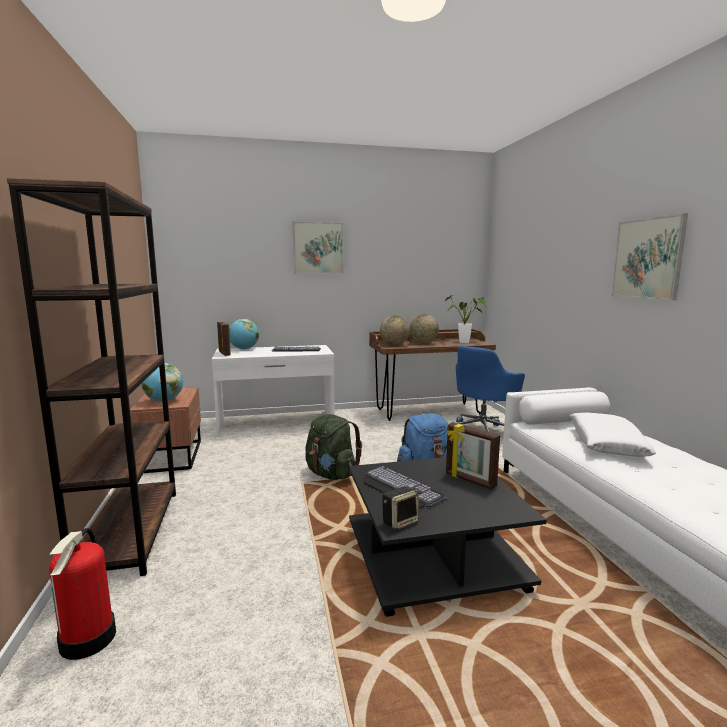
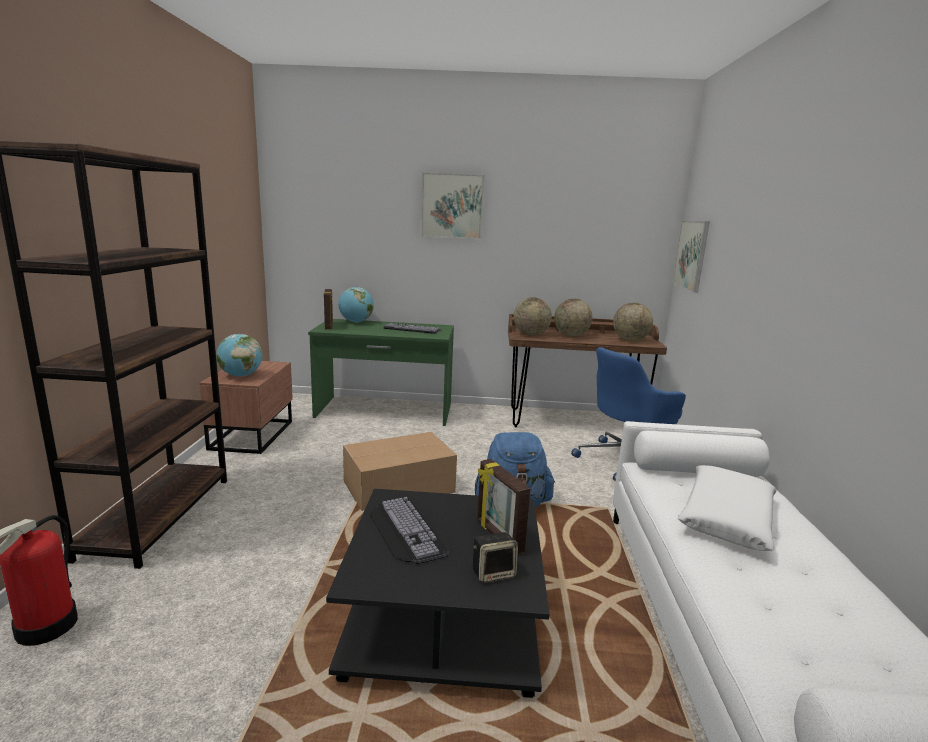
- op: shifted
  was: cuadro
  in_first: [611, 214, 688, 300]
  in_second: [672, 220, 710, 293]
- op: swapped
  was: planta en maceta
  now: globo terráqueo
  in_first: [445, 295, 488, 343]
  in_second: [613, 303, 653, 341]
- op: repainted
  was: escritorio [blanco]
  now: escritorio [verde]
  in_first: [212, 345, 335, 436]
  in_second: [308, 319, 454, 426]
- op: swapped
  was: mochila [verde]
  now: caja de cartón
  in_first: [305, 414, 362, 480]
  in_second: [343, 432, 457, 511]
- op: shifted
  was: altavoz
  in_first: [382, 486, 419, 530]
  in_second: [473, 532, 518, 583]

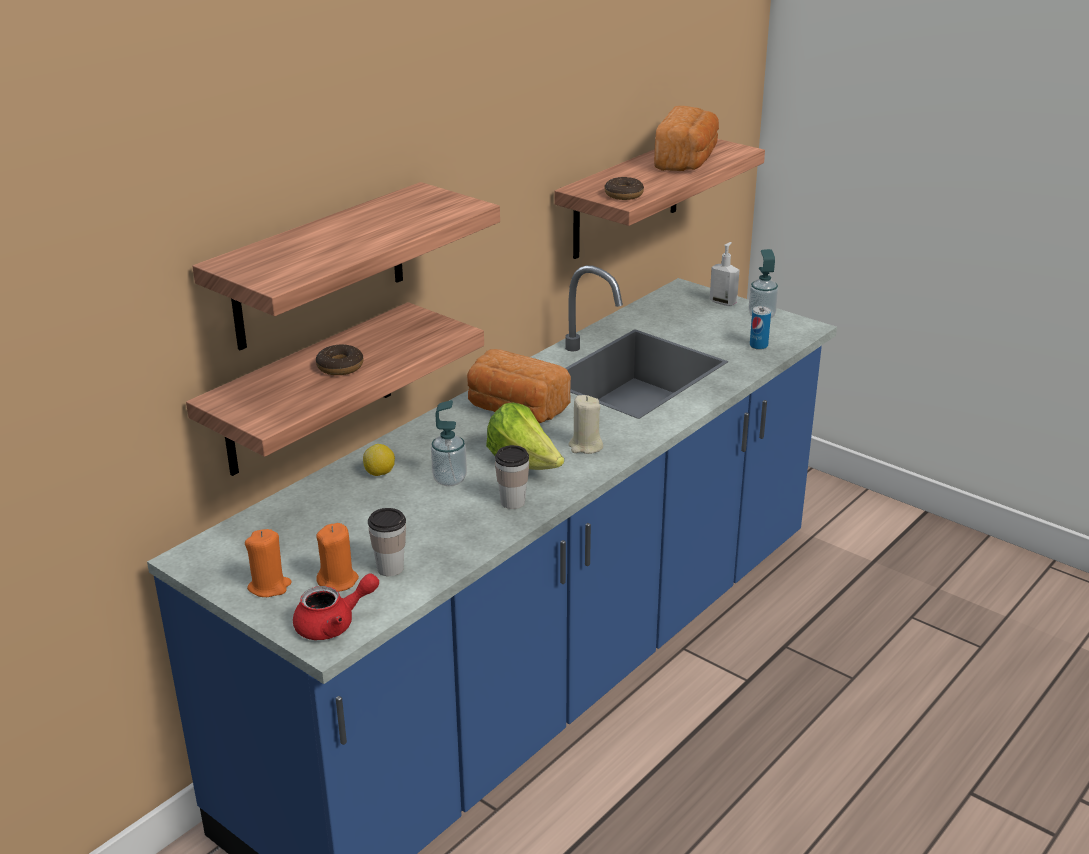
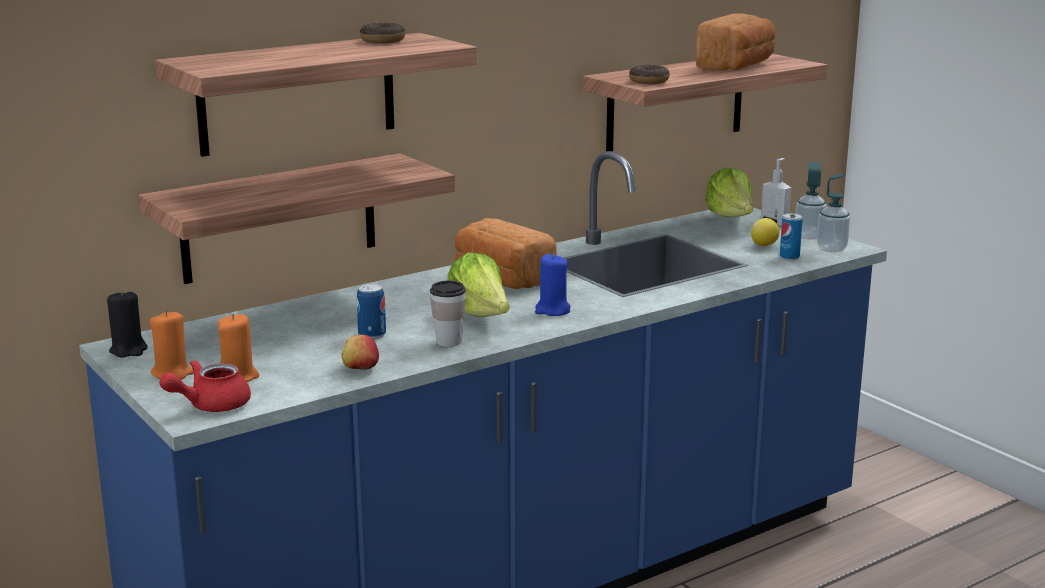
- op: shifted
  was: rosquilla
  in_first: [316, 345, 363, 375]
  in_second: [360, 23, 405, 44]
- op: repainted
  was: vela [beis]
  now: vela [azul]
  in_first: [568, 395, 603, 454]
  in_second: [535, 254, 571, 316]
- op: shifted
  was: dispensador de jabón
  in_first: [431, 400, 467, 486]
  in_second: [817, 173, 850, 252]
- op: shifted
  was: limón
  in_first: [363, 444, 395, 476]
  in_second: [751, 218, 780, 246]
- op: gone
  was: taza
  in_first: [368, 508, 406, 576]
- op: rotated
  was: tetera [rojo]
  in_first: [293, 574, 379, 640]
  in_second: [159, 360, 251, 412]
  clockwise: 150
- op: new
  now: lechuga
  in_second: [705, 167, 753, 217]
- op: new
  now: lata
  in_second: [357, 284, 386, 339]
- op: new
  now: vela [negro]
  in_second: [107, 289, 148, 358]
- op: new
  now: manzana
  in_second: [341, 335, 379, 370]

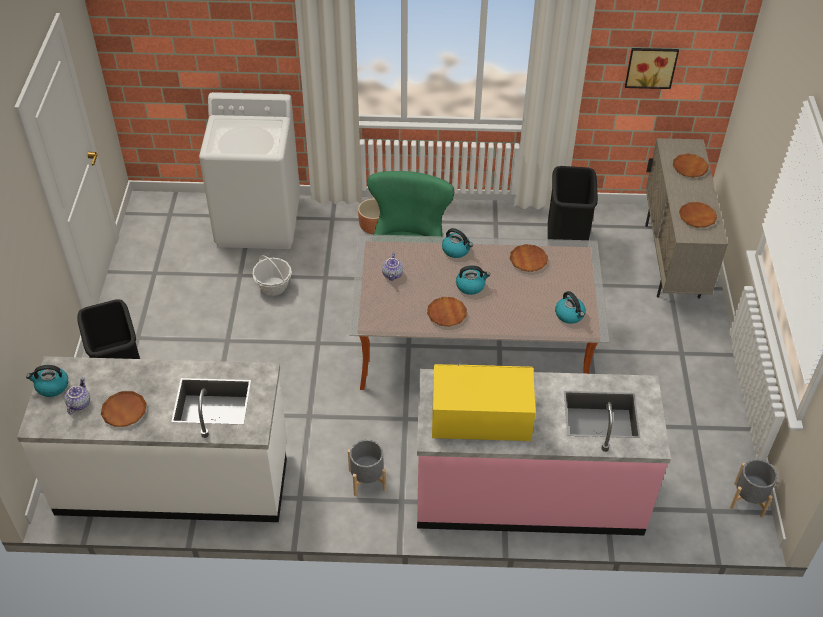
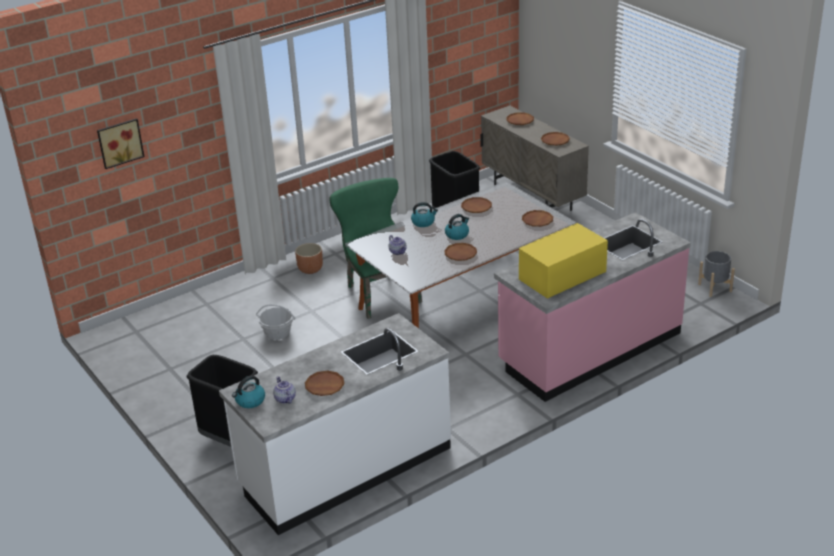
- op: shifted
  was: cuadro
  in_first: [625, 48, 679, 89]
  in_second: [97, 118, 145, 169]
- op: gone
  was: lavadora [blanco]
  in_first: [199, 92, 300, 249]
- op: swapped
  was: hervidor
  now: plato [marrón]
  in_first: [555, 291, 586, 324]
  in_second: [522, 210, 553, 227]
- op: gone
  was: maceta [gris]
  in_first: [348, 440, 386, 496]

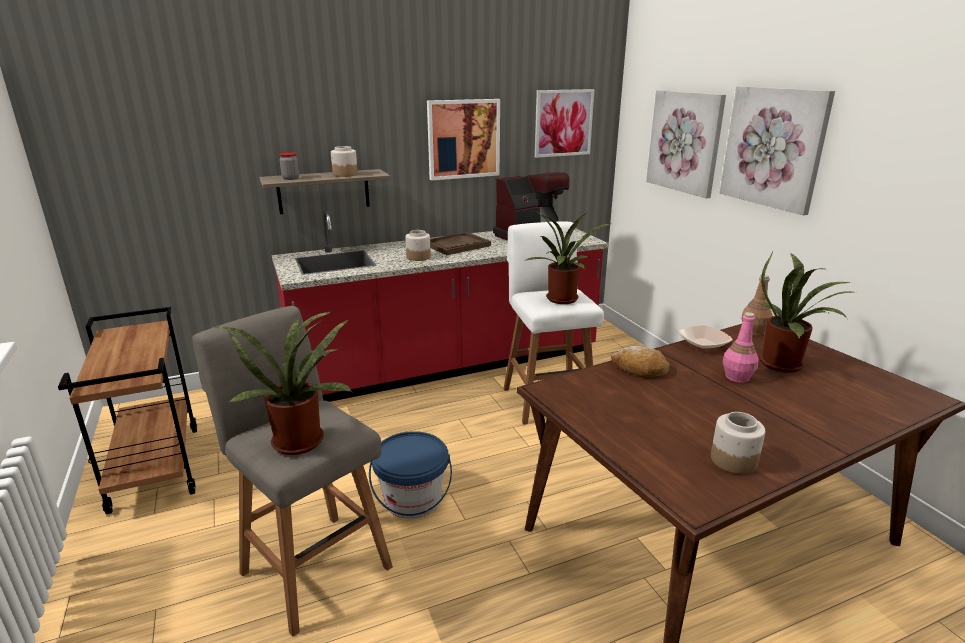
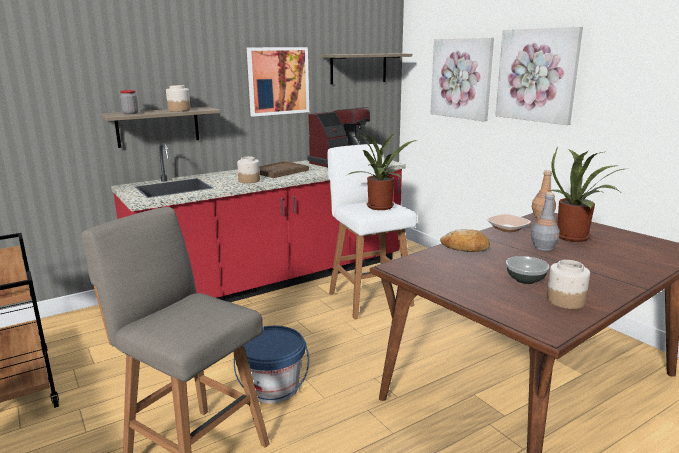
- op: swapped
  was: cuadro
  now: estante
  in_first: [534, 89, 594, 158]
  in_second: [321, 54, 412, 84]
- op: gone
  was: planta en maceta
  in_first: [213, 311, 353, 455]
- op: repainted
  was: botella [rosa]
  now: botella [gris]
  in_first: [723, 312, 759, 383]
  in_second: [531, 192, 560, 251]
- op: new
  now: cuenco
  in_second: [506, 256, 549, 284]

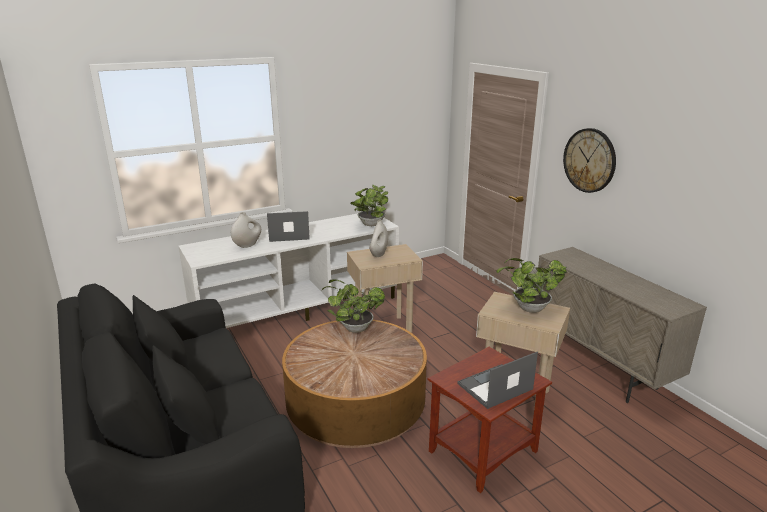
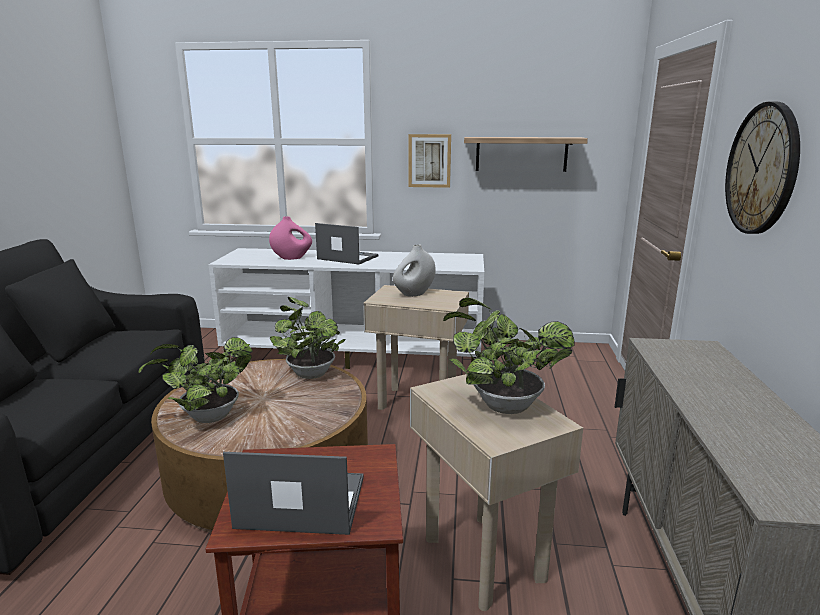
- op: shifted
  was: planta en maceta
  in_first: [350, 185, 388, 226]
  in_second: [139, 337, 253, 423]
- op: repainted
  was: florero [blanco]
  now: florero [rosa]
  in_first: [231, 212, 261, 248]
  in_second: [269, 217, 312, 260]
- op: new
  now: cuadro
  in_second: [408, 134, 451, 188]
- op: new
  now: estante
  in_second: [464, 137, 588, 172]

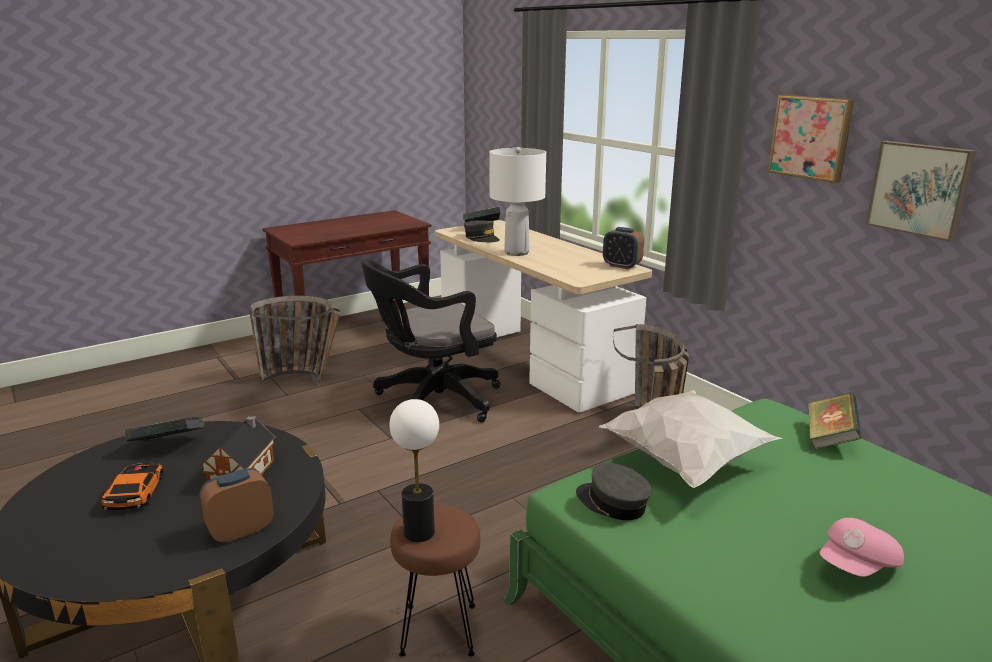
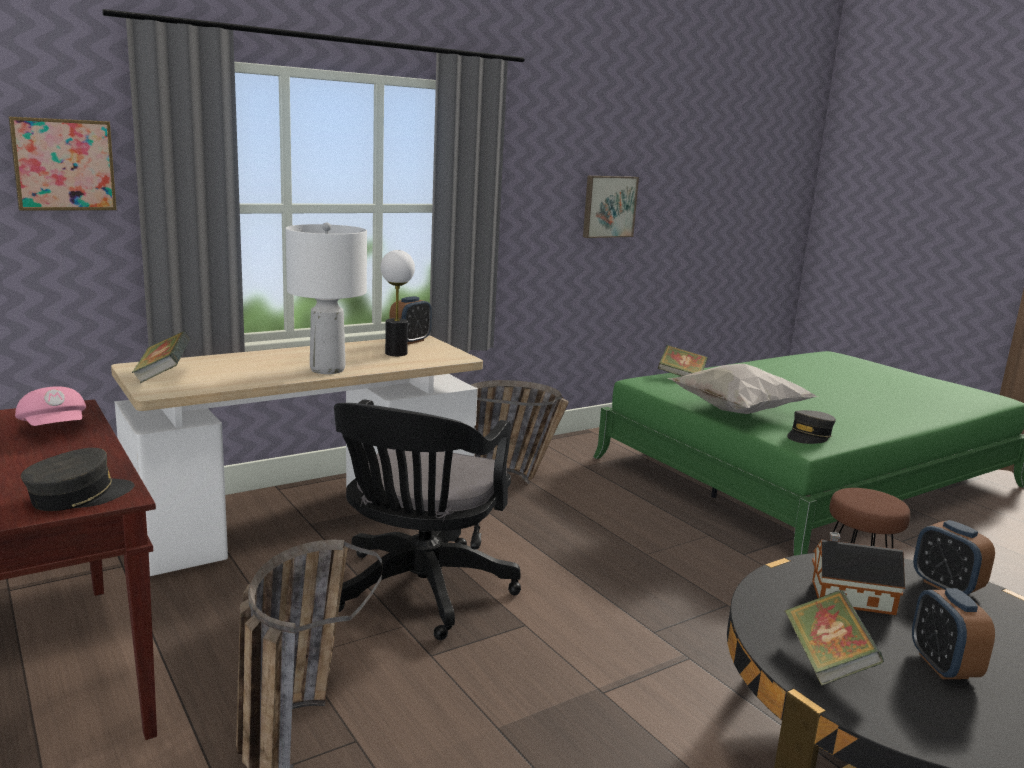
- op: shifted
  was: cuadro
  in_first: [768, 95, 854, 183]
  in_second: [9, 117, 117, 211]
- op: shifted
  was: gorra [gris]
  in_first: [464, 220, 500, 242]
  in_second: [21, 448, 135, 511]
- op: rotated
  was: silla de oficina [negro]
  in_first: [361, 258, 500, 423]
  in_second: [334, 400, 521, 640]
  clockwise: 45
- op: shifted
  was: lámpara de mesa
  in_first: [389, 399, 439, 542]
  in_second: [381, 250, 415, 356]
- op: swapped
  was: coche de juguete
  now: despertador
  in_first: [101, 463, 163, 510]
  in_second: [912, 588, 995, 679]
- op: shifted
  was: gorra [rosa]
  in_first: [819, 518, 904, 577]
  in_second: [15, 386, 86, 426]

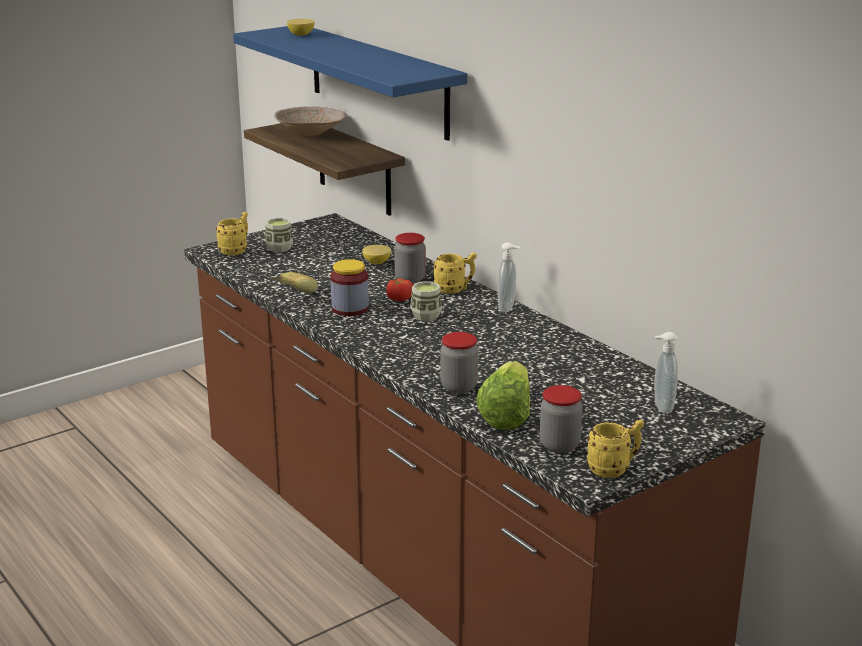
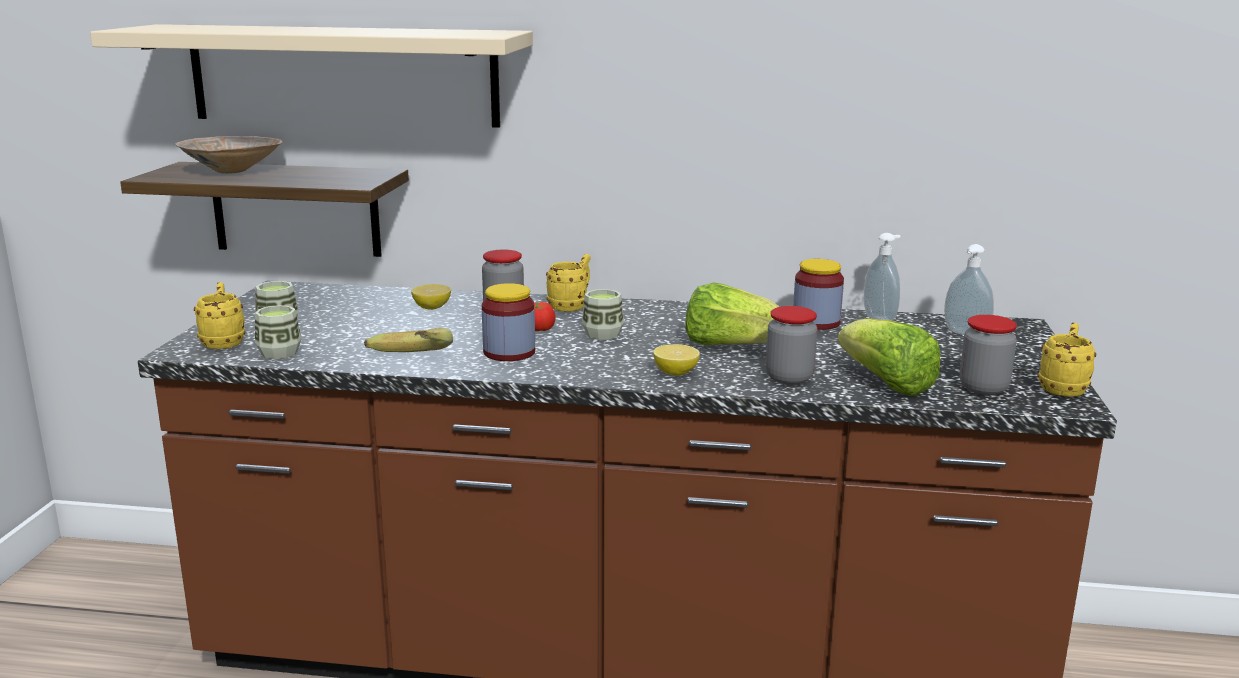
- op: shifted
  was: limón
  in_first: [287, 19, 315, 36]
  in_second: [653, 344, 700, 376]
- op: repainted
  was: estante [azul]
  now: estante [beis]
  in_first: [233, 26, 467, 141]
  in_second: [90, 24, 533, 128]
- op: shifted
  was: dispensador de jabón
  in_first: [497, 242, 520, 312]
  in_second: [864, 233, 900, 321]
- op: new
  now: tarro
  in_second: [793, 259, 844, 330]
- op: new
  now: lechuga
  in_second: [685, 282, 780, 345]
- op: new
  now: taza
  in_second: [255, 305, 302, 359]

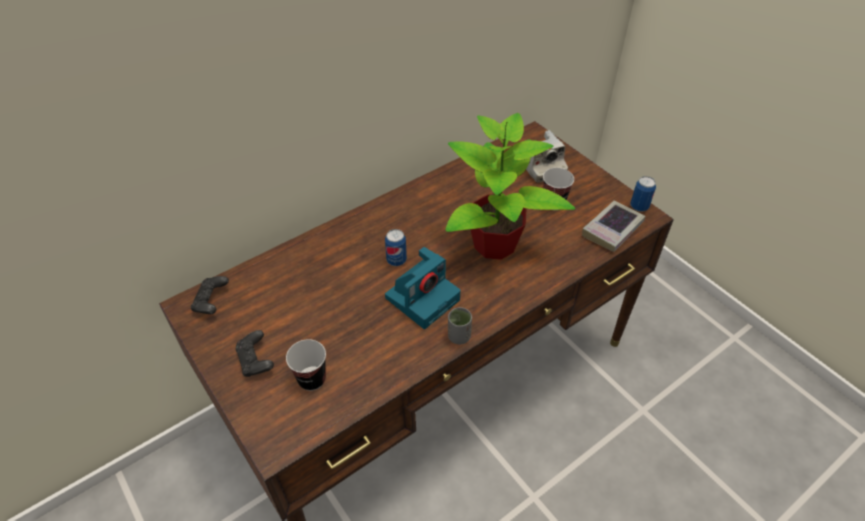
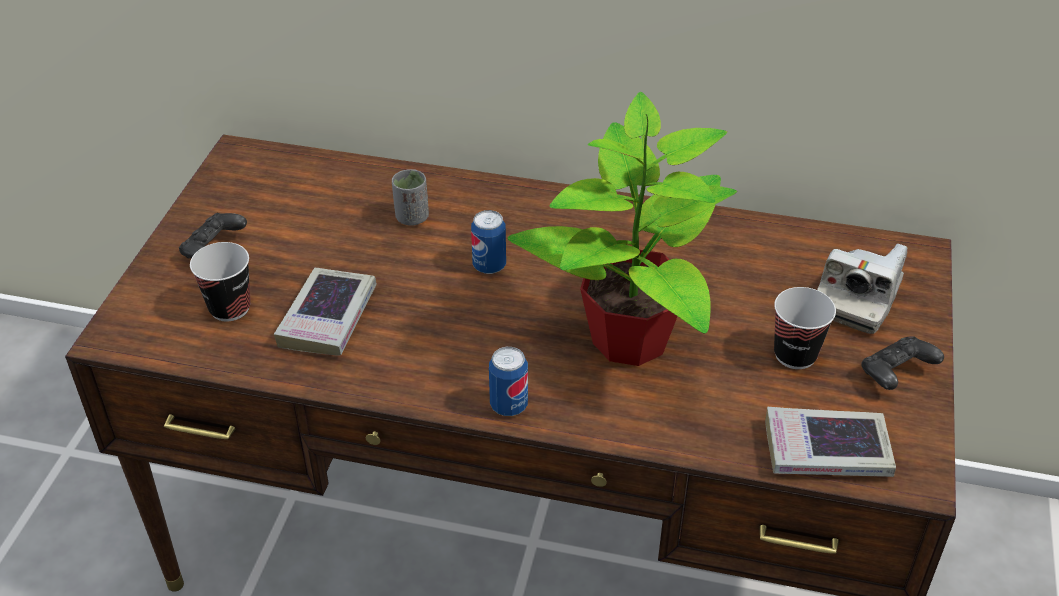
- op: shifted
  was: lata
  in_first: [630, 176, 656, 212]
  in_second: [489, 347, 528, 416]
- op: gone
  was: cámara
  in_first: [385, 247, 461, 329]
- op: shifted
  was: mando de consola [negro]
  in_first: [191, 276, 229, 314]
  in_second: [861, 336, 944, 390]
- op: shifted
  was: taza [gris]
  in_first: [448, 307, 472, 345]
  in_second: [392, 169, 429, 226]
- op: new
  now: libro
  in_second: [274, 268, 377, 356]

